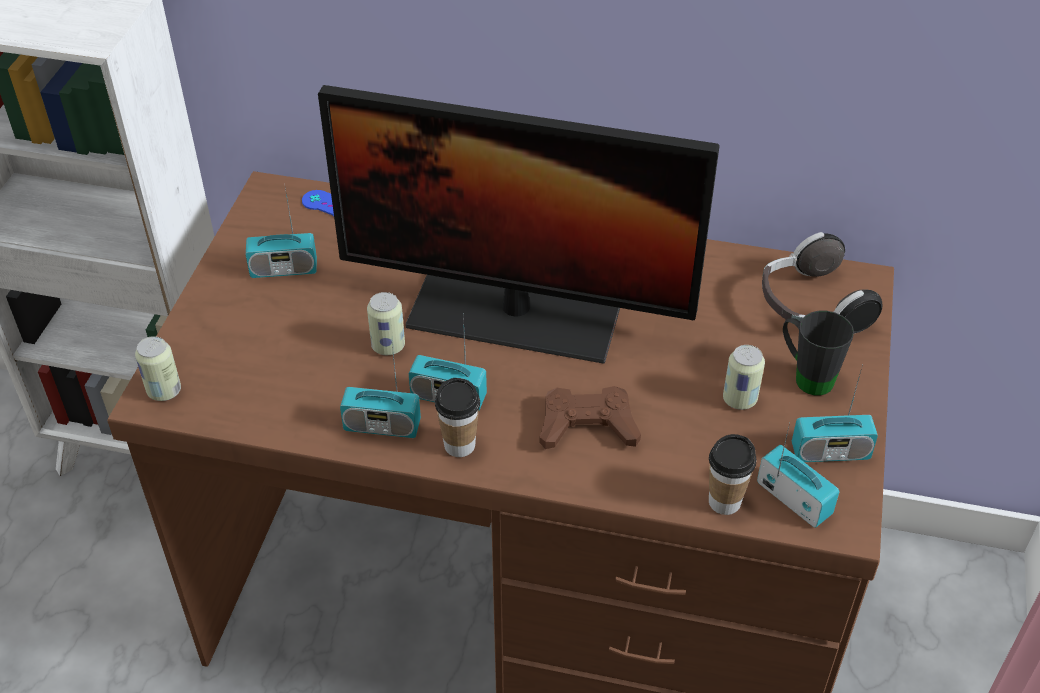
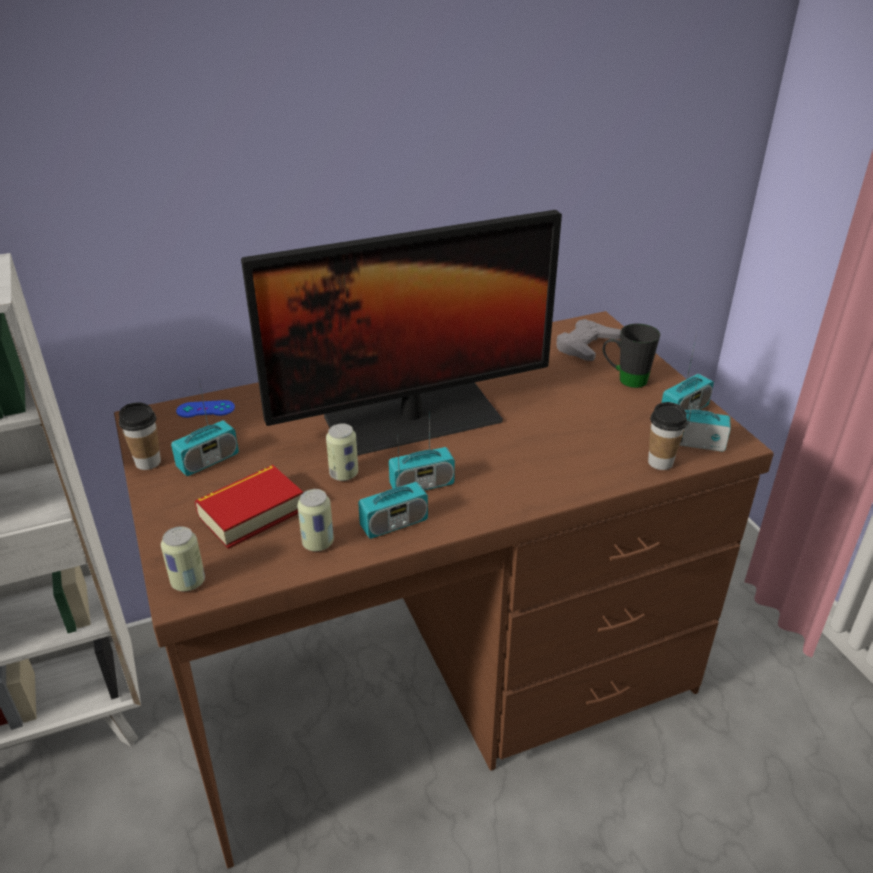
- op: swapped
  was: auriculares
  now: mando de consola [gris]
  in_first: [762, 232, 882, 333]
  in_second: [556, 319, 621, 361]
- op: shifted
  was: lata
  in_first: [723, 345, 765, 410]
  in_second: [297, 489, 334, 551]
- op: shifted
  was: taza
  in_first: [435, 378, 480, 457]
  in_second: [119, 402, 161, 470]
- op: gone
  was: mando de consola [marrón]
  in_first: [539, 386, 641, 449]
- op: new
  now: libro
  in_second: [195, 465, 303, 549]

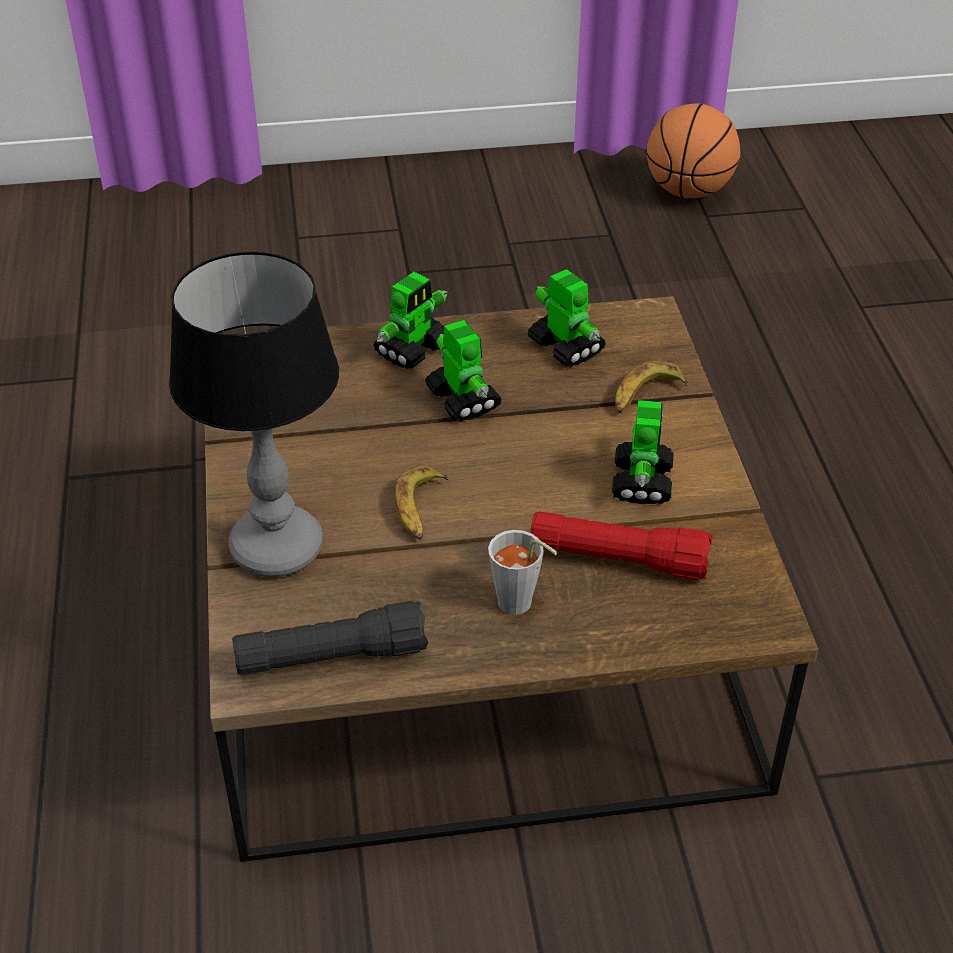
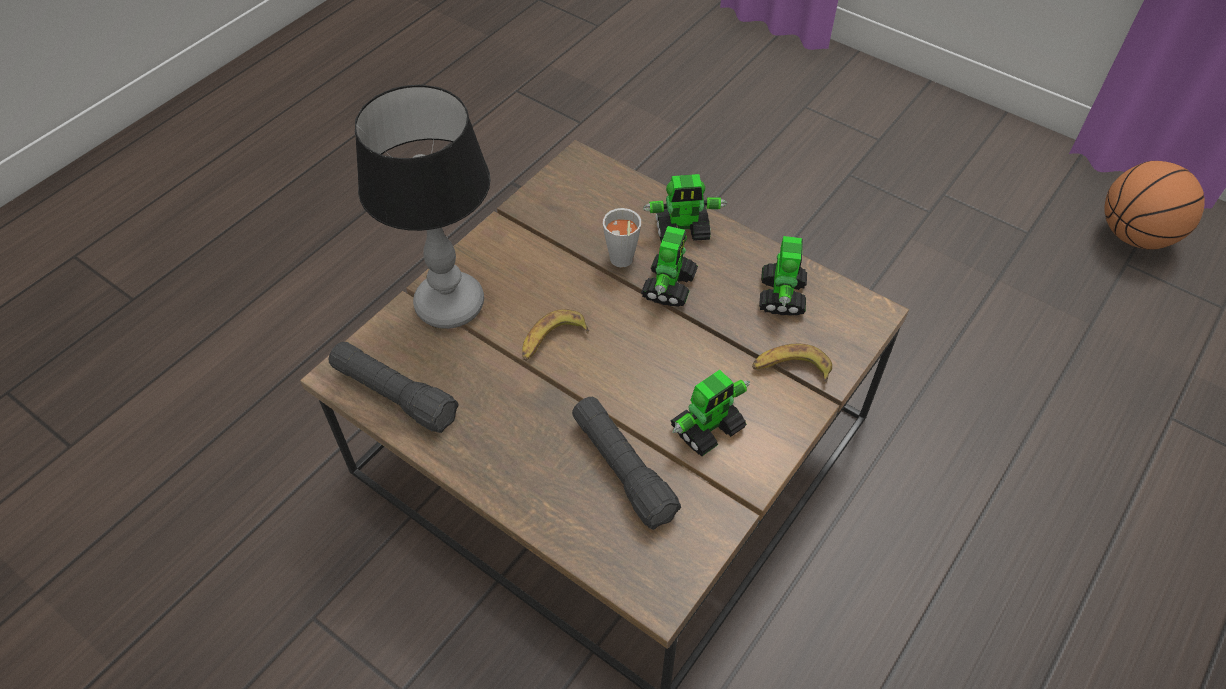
- op: repainted
  was: linterna [rojo]
  now: linterna [negro]
  in_first: [530, 511, 713, 580]
  in_second: [572, 397, 681, 530]
- op: shifted
  was: taza [gris]
  in_first: [488, 530, 558, 615]
  in_second: [603, 208, 641, 268]

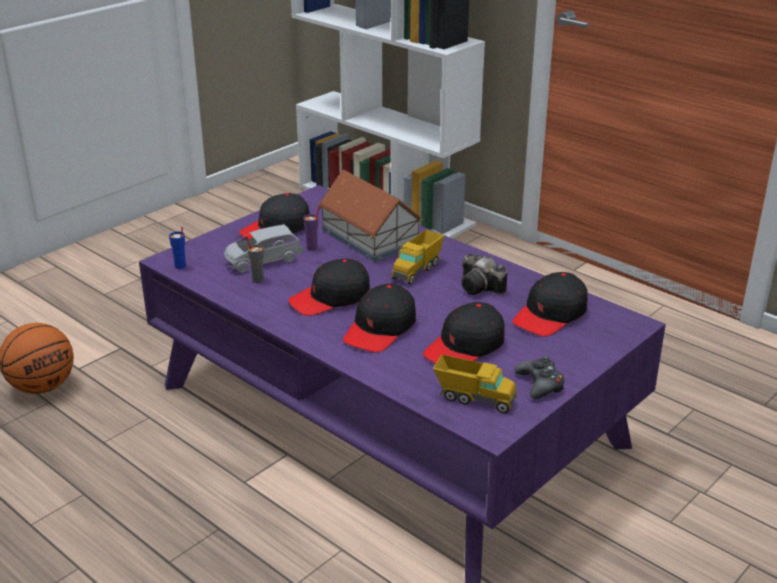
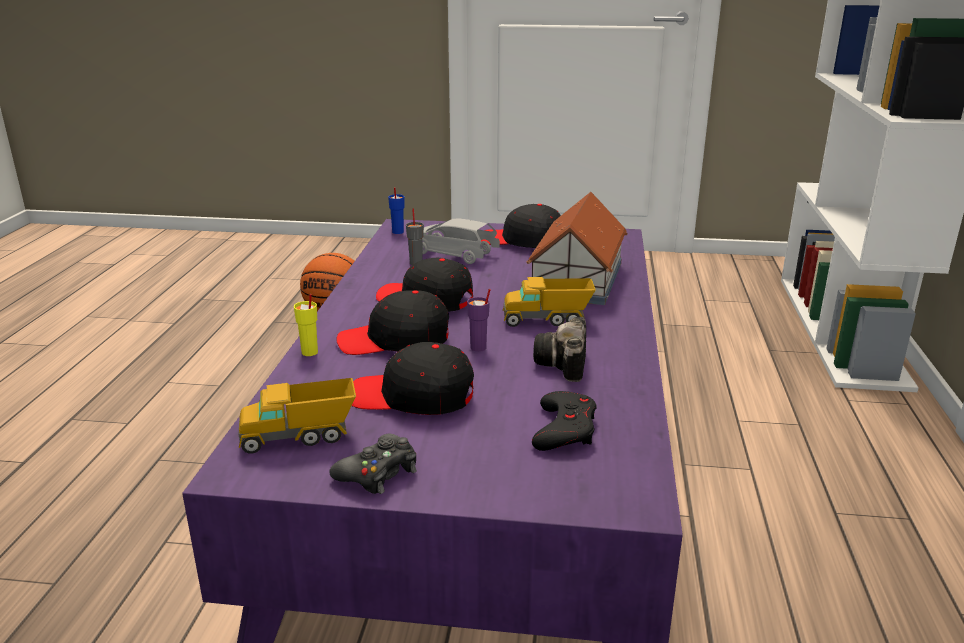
- op: shifted
  was: taza [morado]
  in_first: [303, 206, 320, 251]
  in_second: [467, 289, 491, 352]
- op: swapped
  was: gorra [negro]
  now: mando de consola [negro]
  in_first: [512, 272, 588, 337]
  in_second: [532, 391, 597, 451]
- op: rotated
  was: camión de juguete
  in_first: [433, 355, 517, 414]
  in_second: [239, 378, 356, 454]
  clockwise: 90
- op: new
  now: taza [amarillo]
  in_second: [294, 294, 318, 356]

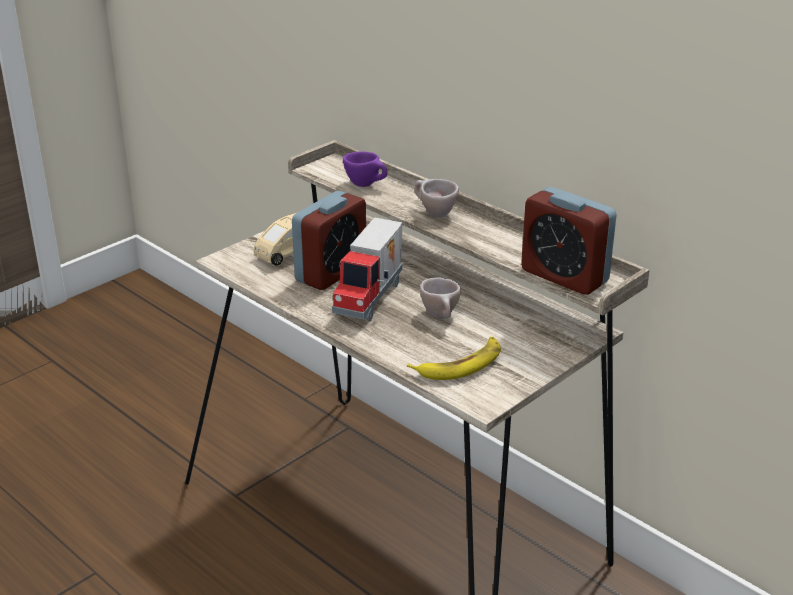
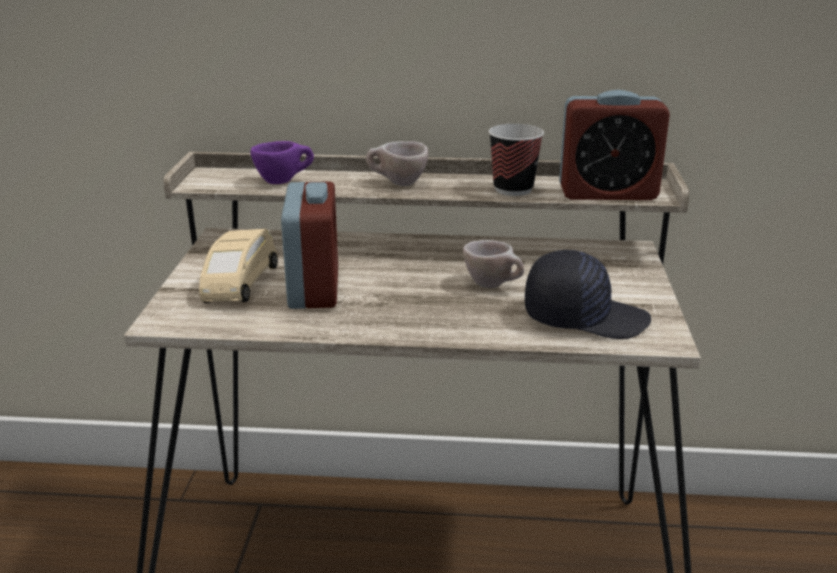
- op: gone
  was: camión de juguete
  in_first: [332, 218, 403, 322]
- op: swapped
  was: plátano
  now: gorra [negro]
  in_first: [407, 337, 501, 380]
  in_second: [525, 250, 651, 339]
- op: new
  now: taza
  in_second: [489, 124, 544, 196]

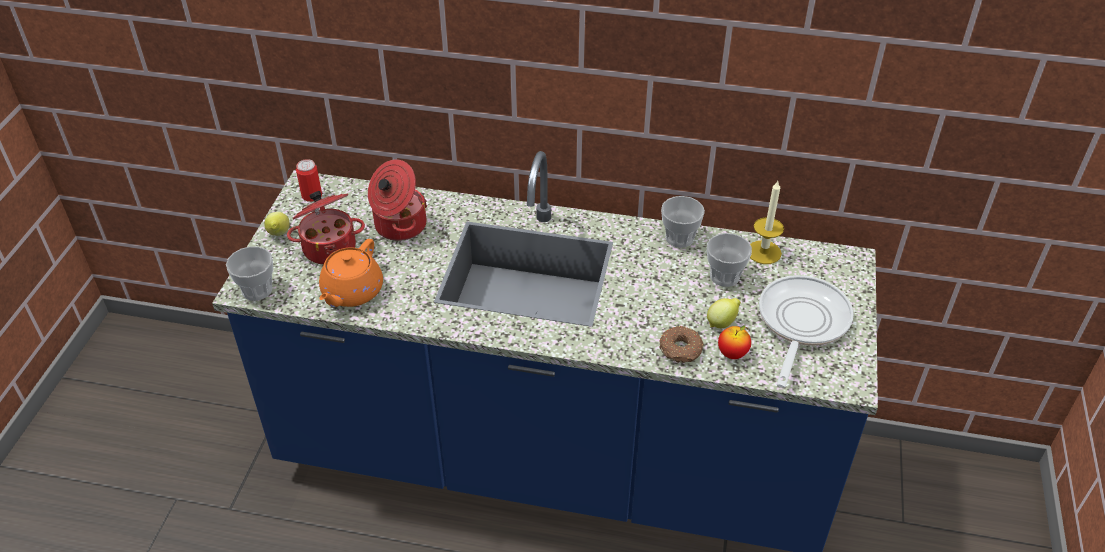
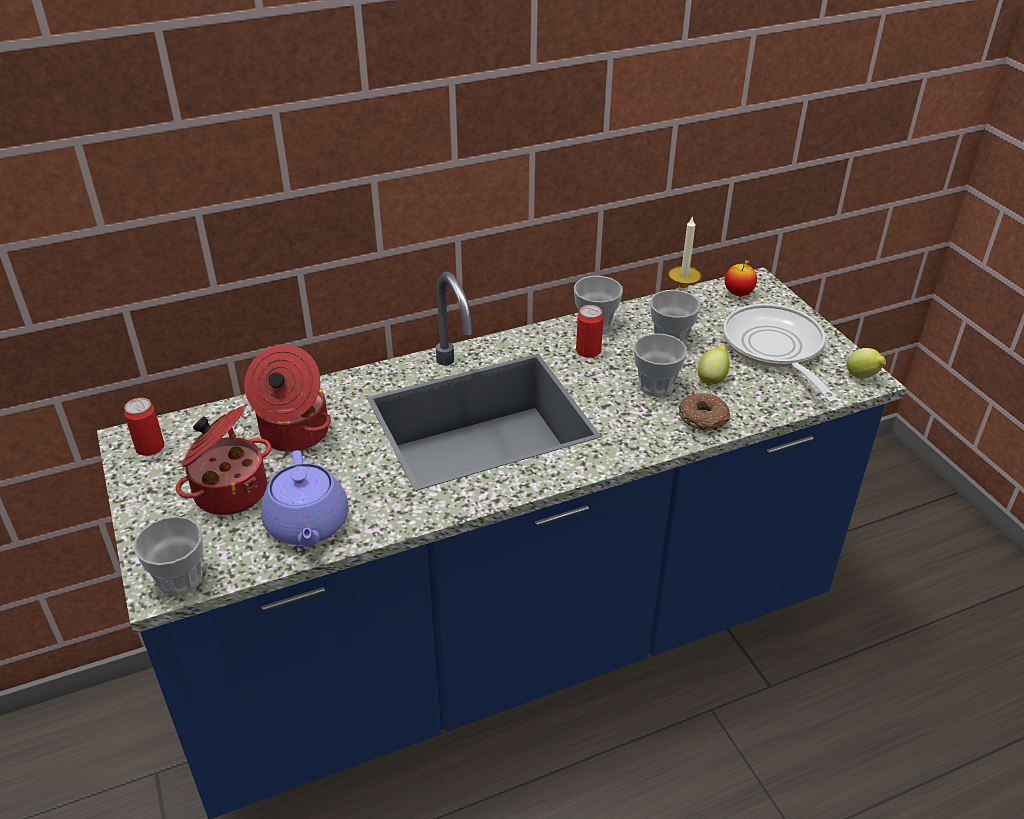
- op: shifted
  was: limón
  in_first: [264, 212, 290, 236]
  in_second: [847, 348, 886, 379]
- op: repainted
  was: tetera [naranja]
  now: tetera [morado]
  in_first: [319, 239, 383, 307]
  in_second: [261, 450, 349, 546]
- op: shifted
  was: manzana
  in_first: [718, 325, 751, 359]
  in_second: [725, 259, 757, 296]
- op: new
  now: lata
  in_second: [576, 305, 603, 358]
- op: new
  now: taza
  in_second: [634, 333, 687, 397]

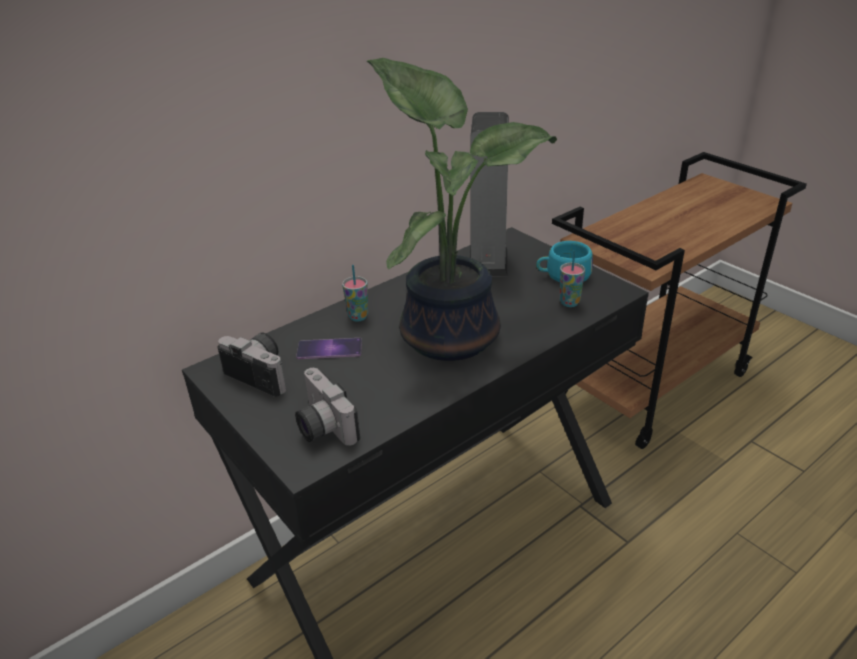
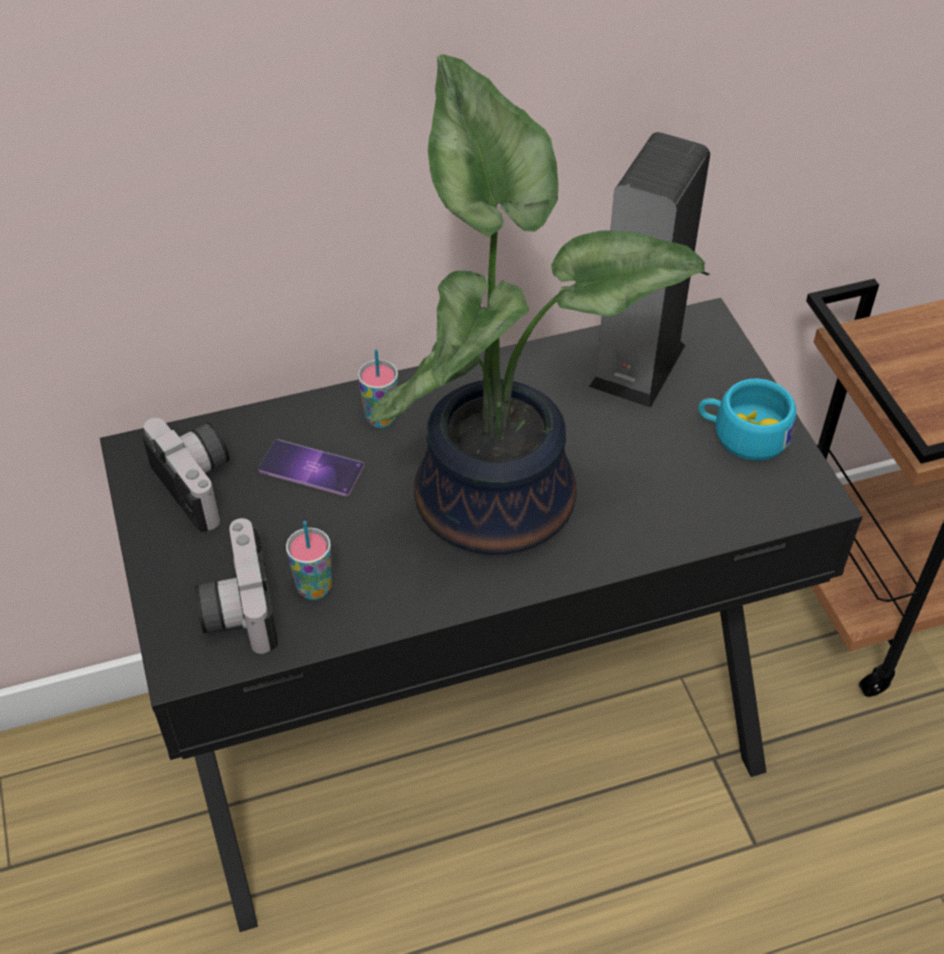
- op: shifted
  was: taza
  in_first: [560, 250, 585, 307]
  in_second: [286, 521, 332, 600]

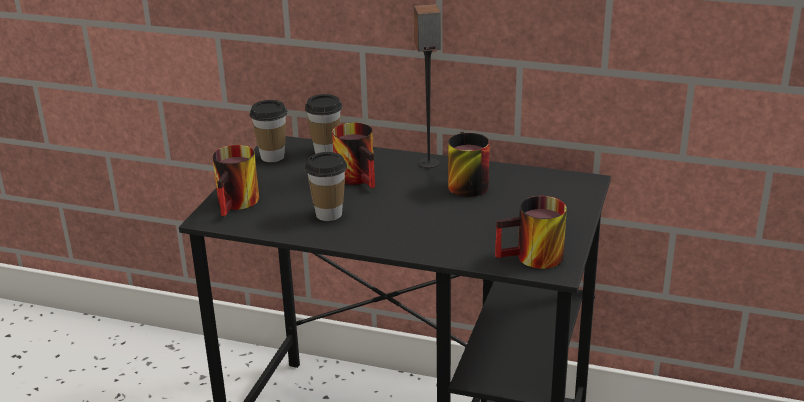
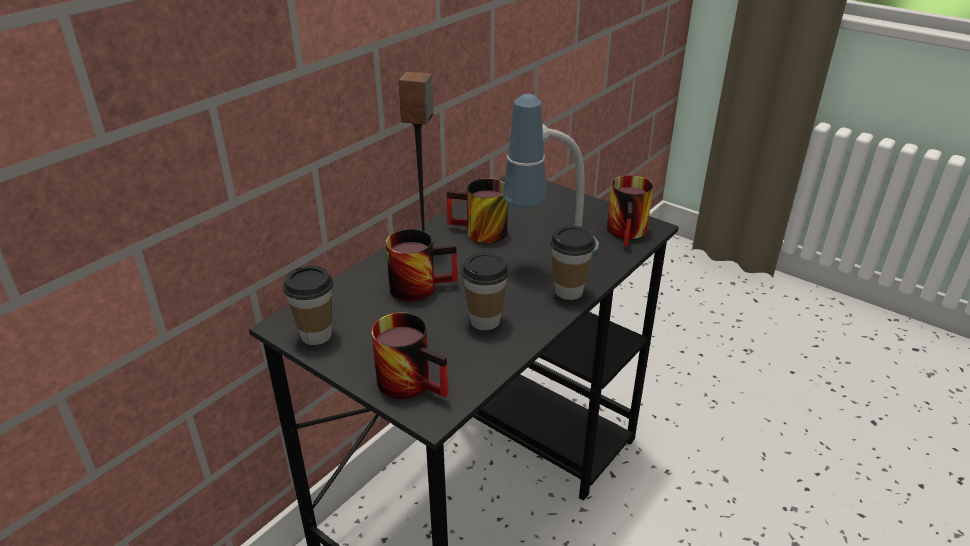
- op: shifted
  was: taza
  in_first: [305, 94, 342, 154]
  in_second: [550, 226, 596, 300]
- op: new
  now: lámpara de mesa
  in_second: [503, 94, 599, 255]

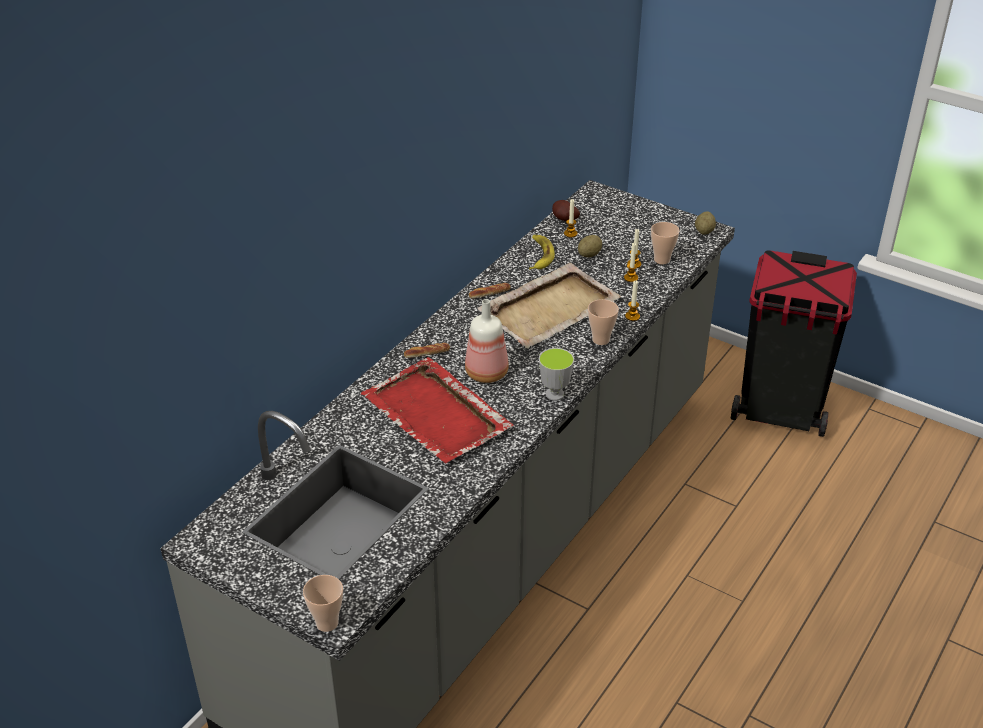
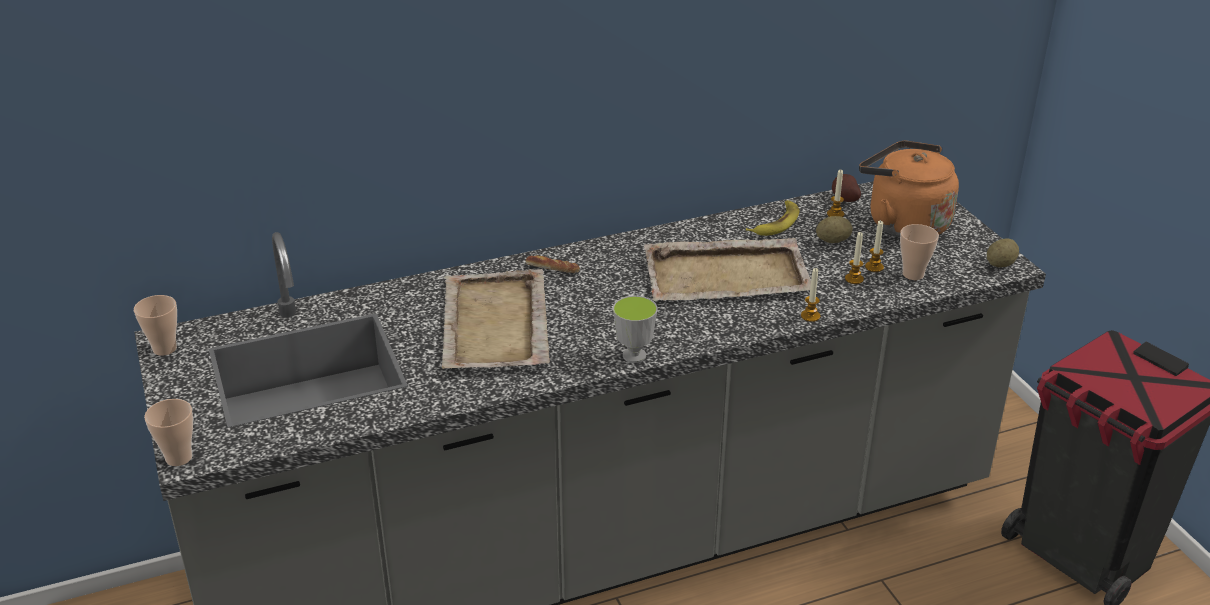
- op: gone
  was: pan
  in_first: [469, 283, 511, 299]
- op: gone
  was: botella
  in_first: [465, 299, 509, 383]
- op: shifted
  was: taza
  in_first: [588, 299, 619, 345]
  in_second: [134, 295, 177, 356]
- op: repainted
  was: bandeja [rojo]
  now: bandeja [beis]
  in_first: [361, 357, 513, 463]
  in_second: [442, 269, 550, 369]
- op: new
  now: hervidor [naranja]
  in_second: [859, 141, 959, 237]

